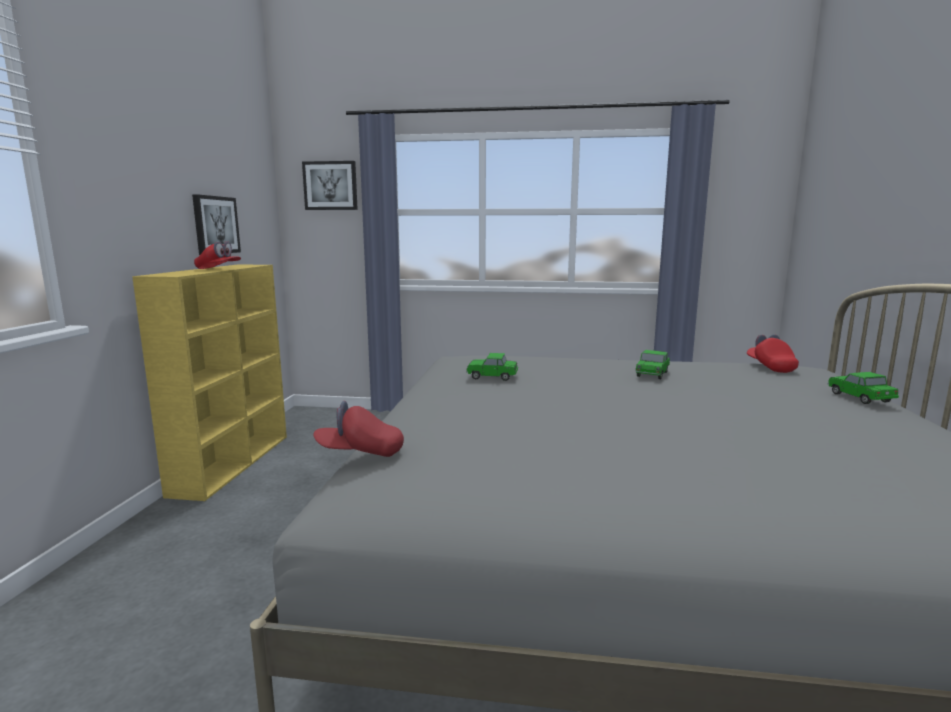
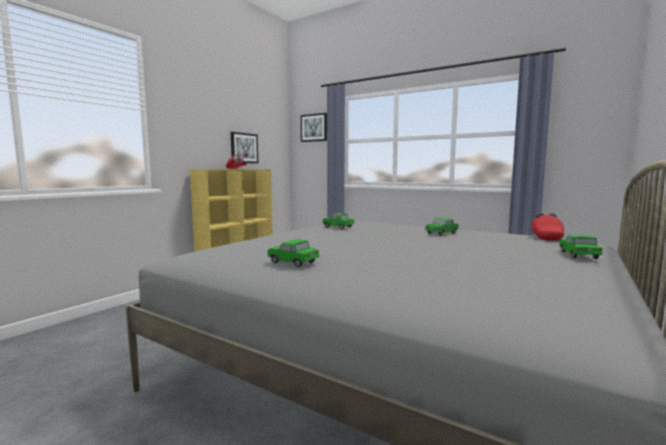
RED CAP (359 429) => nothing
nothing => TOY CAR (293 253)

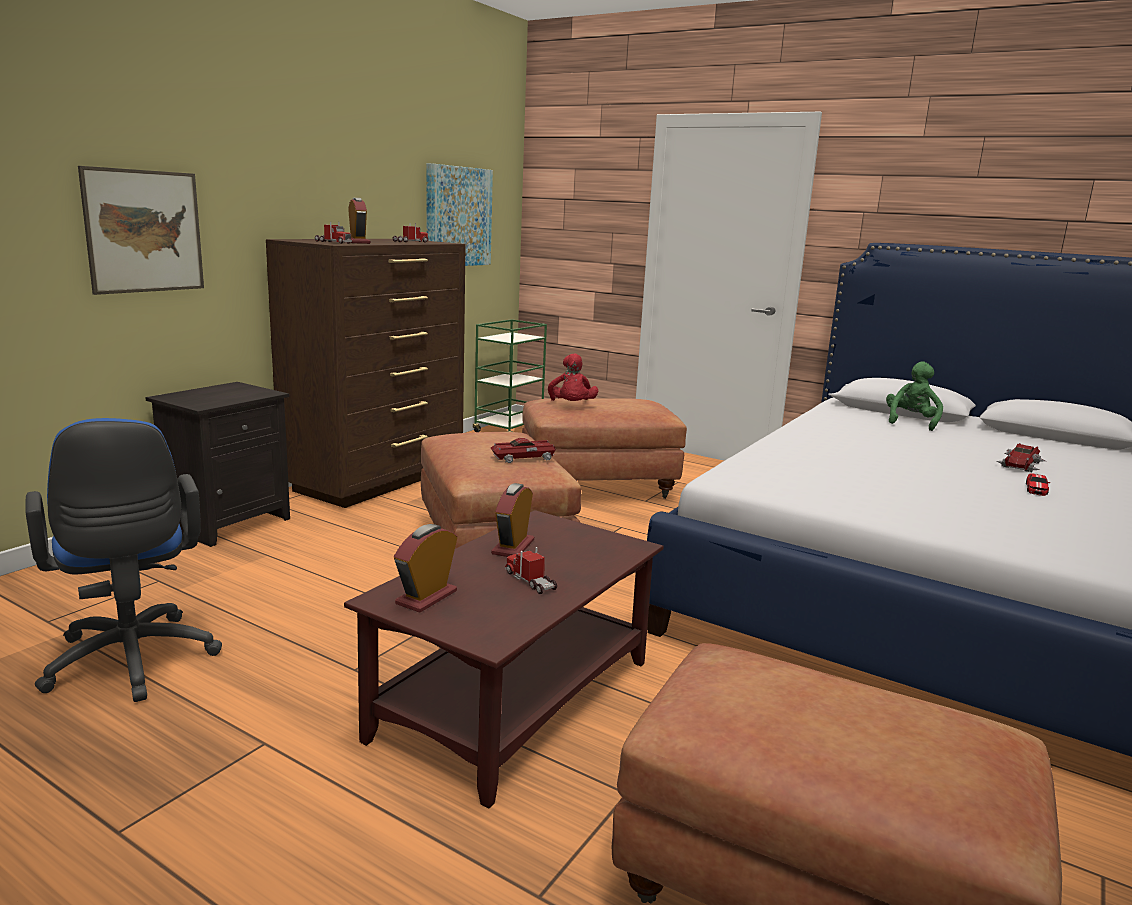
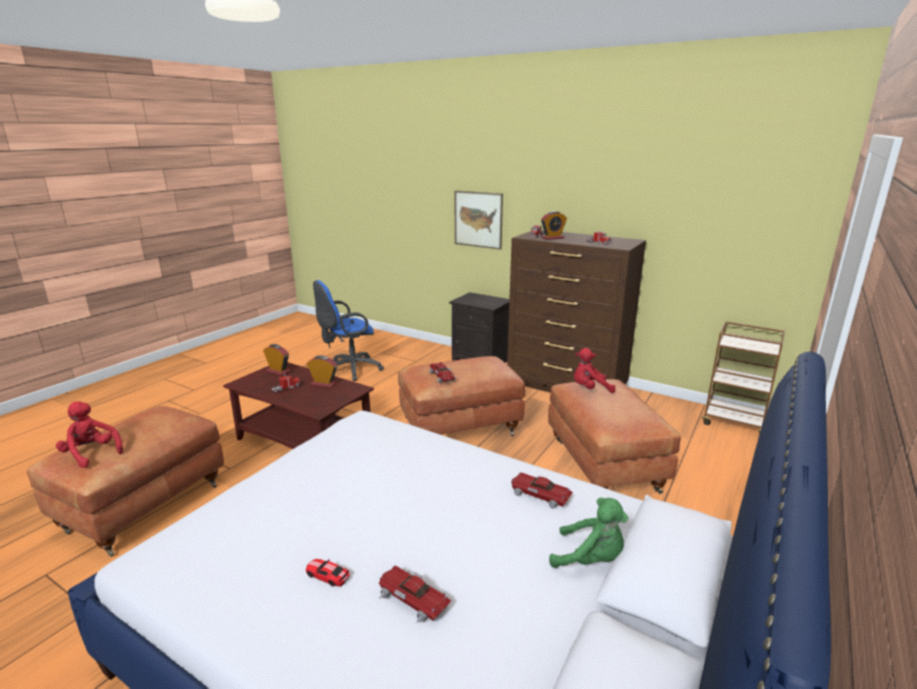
PICTURE (459 214) => nothing
GREEN CART (510 375) => BROWN CART (743 377)
nothing => RED PLUSH TOY (89 435)
nothing => TOY CAR (542 490)

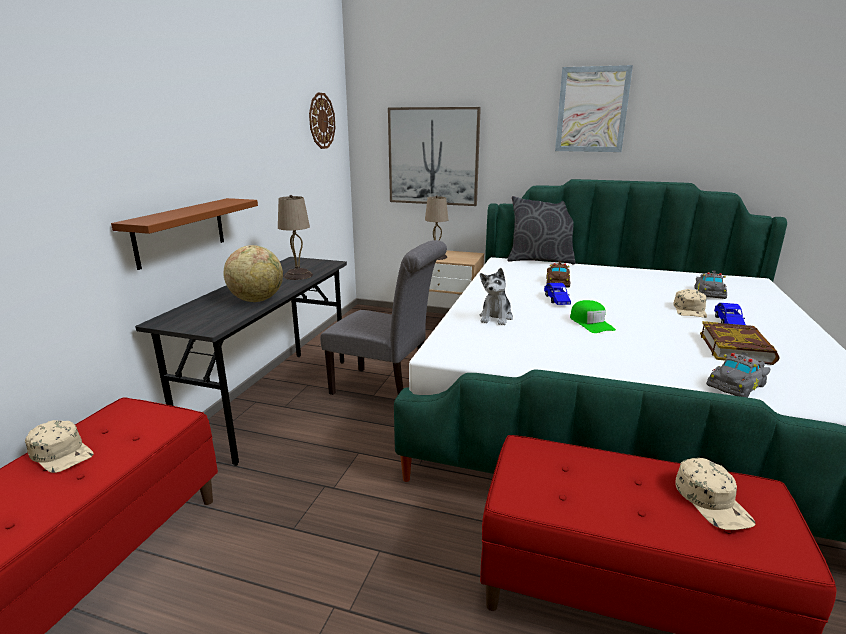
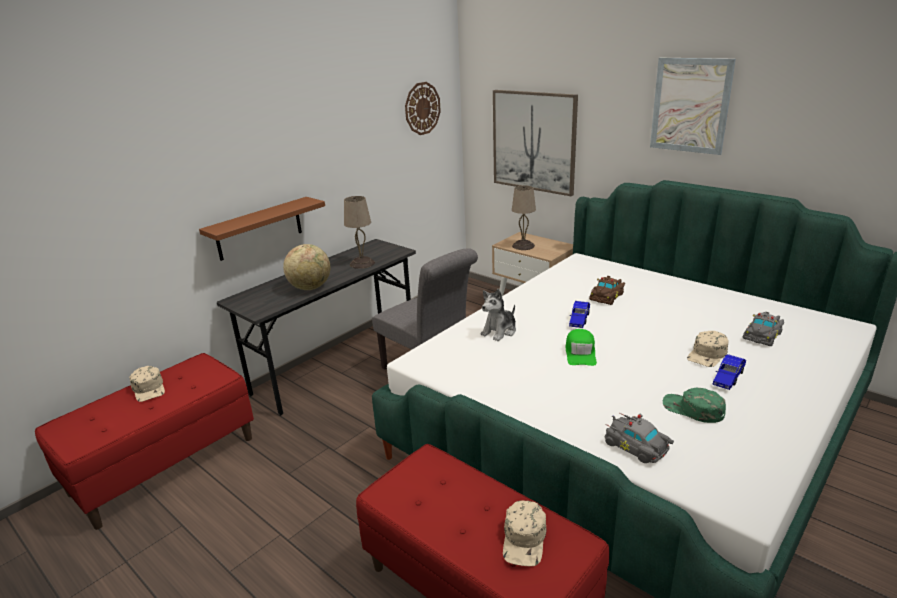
GREY PILLOW (542 230) => nothing
BOOK (740 343) => GREEN CAP (694 405)
GREY TOY CAR (738 375) => GREY TOY CAR (639 438), 60 degrees clockwise

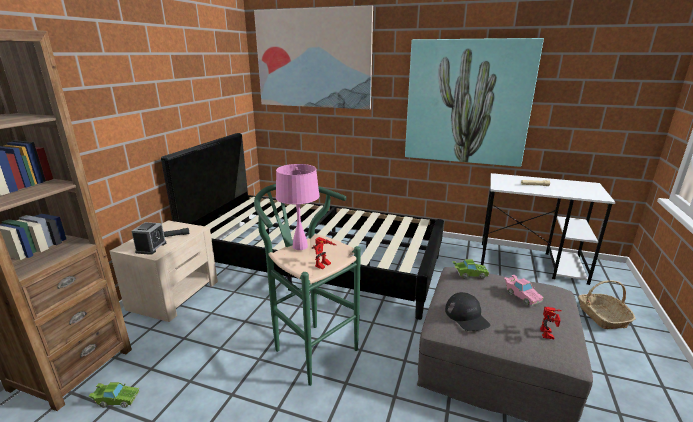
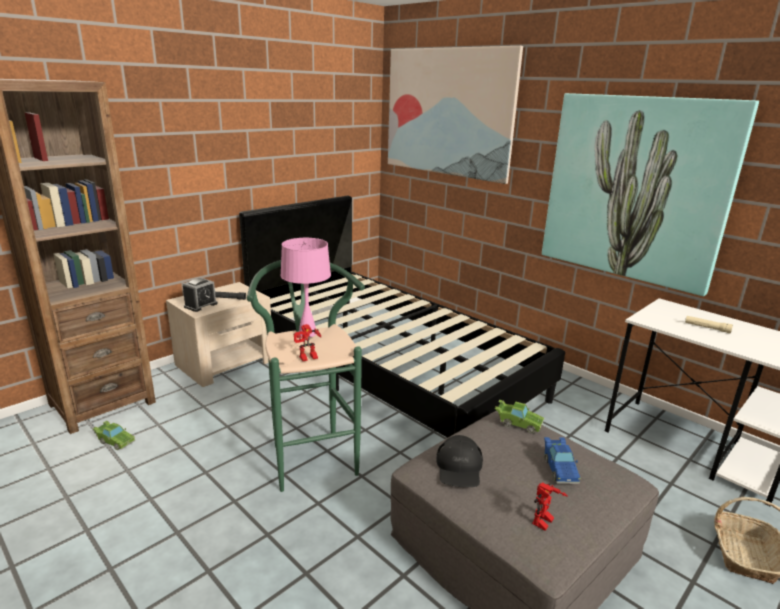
PINK TOY CAR (524 290) => BLUE TOY CAR (562 460)

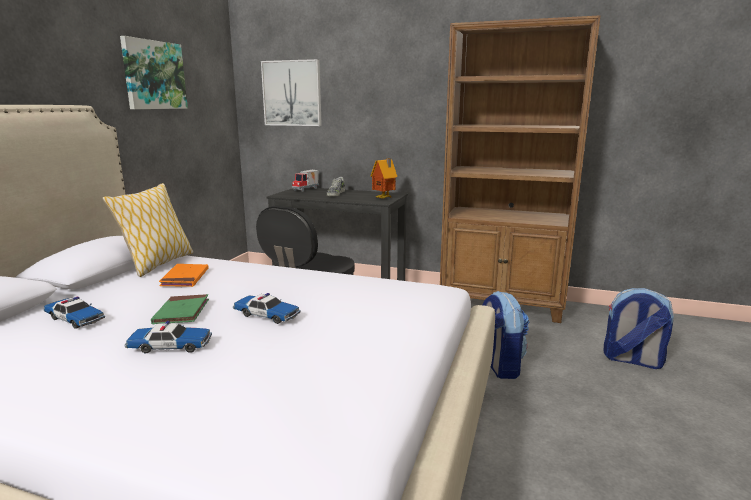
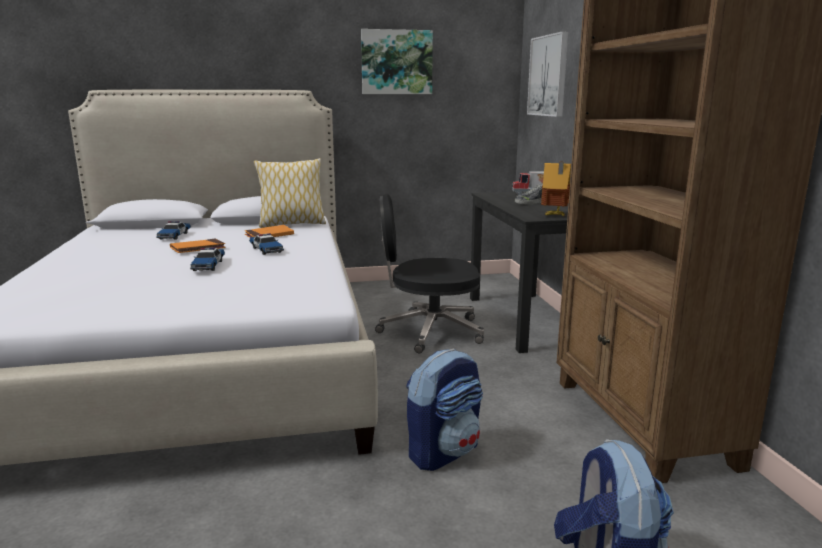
GREEN BOOK (180 309) => ORANGE BOOK (198 245)
TOY CAR (168 337) => TOY CAR (266 244), shifted

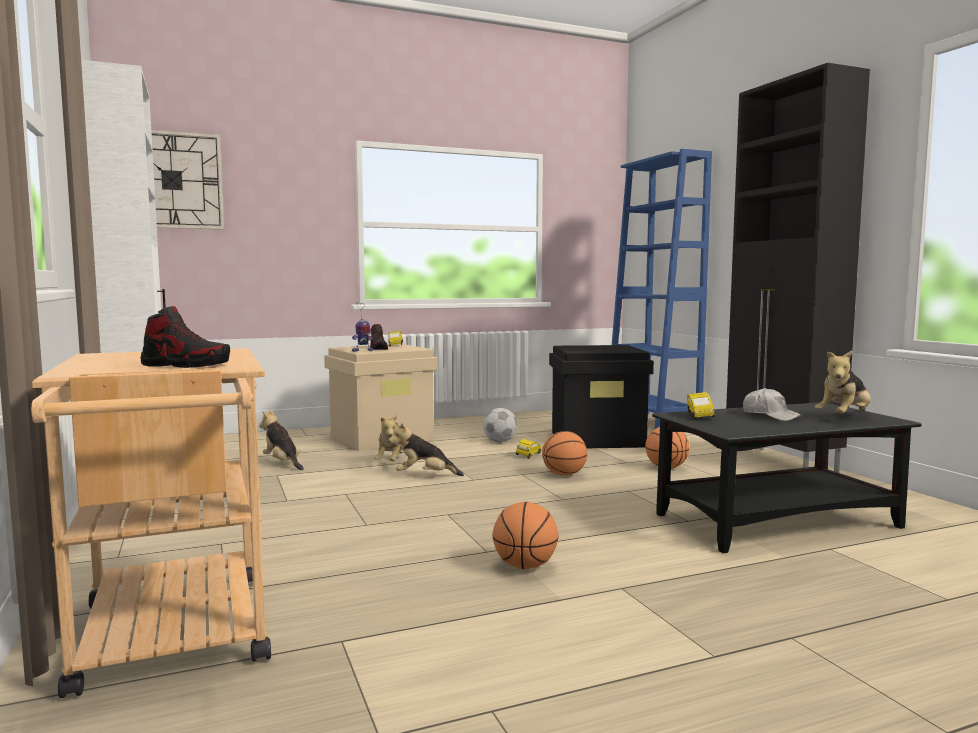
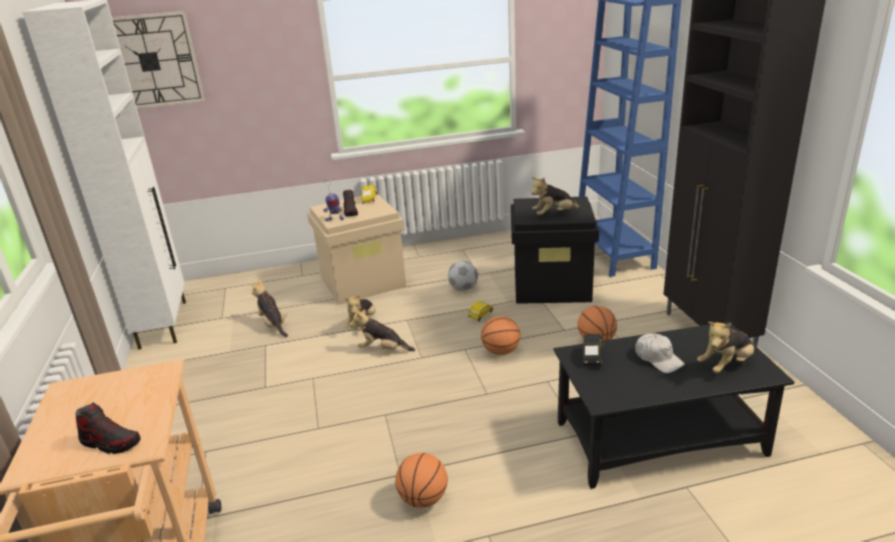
YELLOW TOY CAR (701 405) => BLACK TOY CAR (593 350)
nothing => PLUSH TOY (556 196)

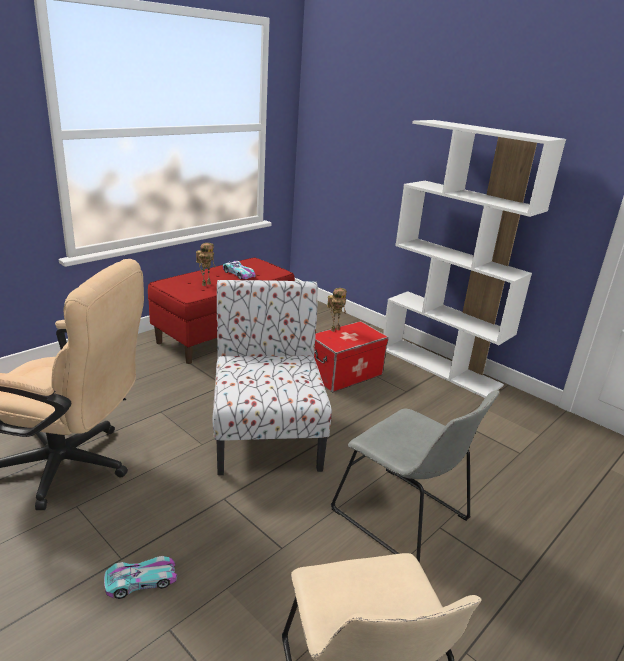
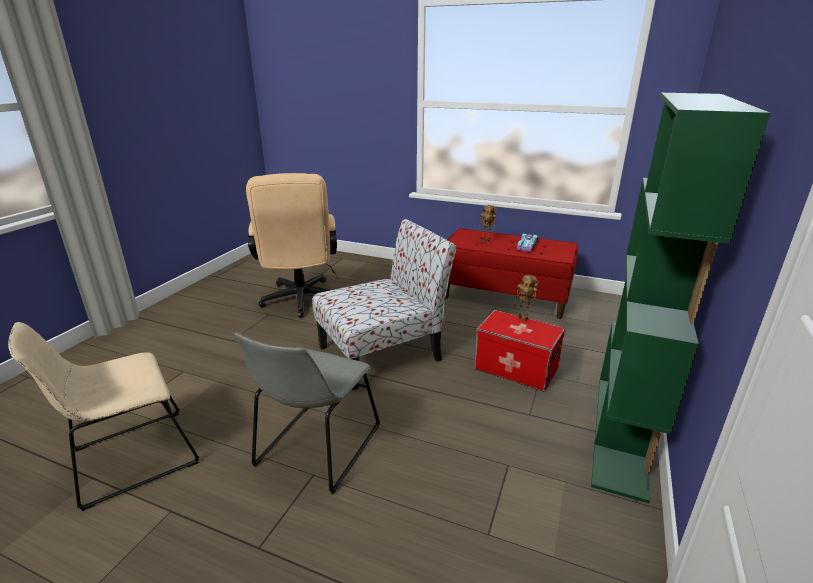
WHITE BOOKCASE (474 259) => GREEN BOOKCASE (680 298)
TOY CAR (140 577) => nothing

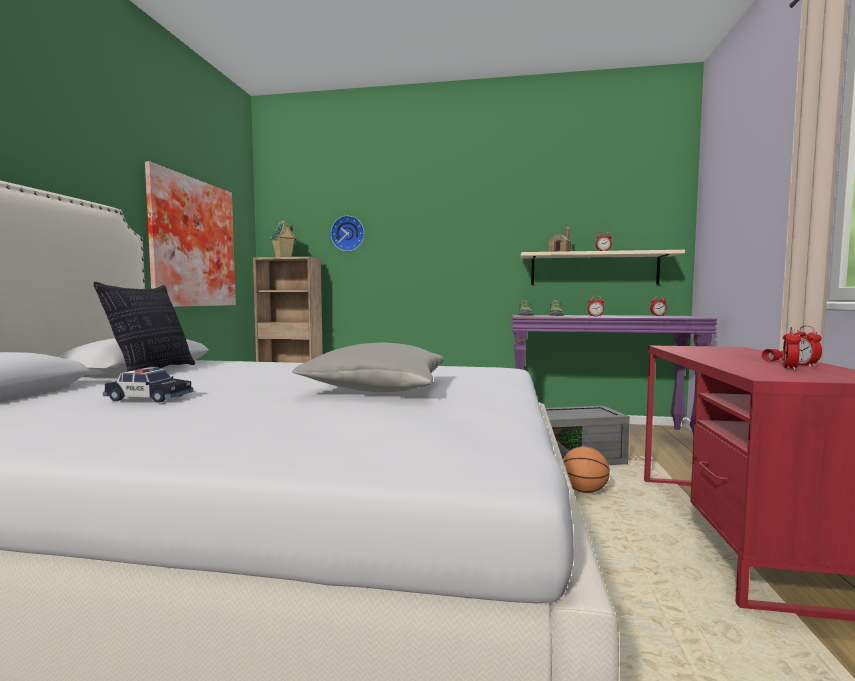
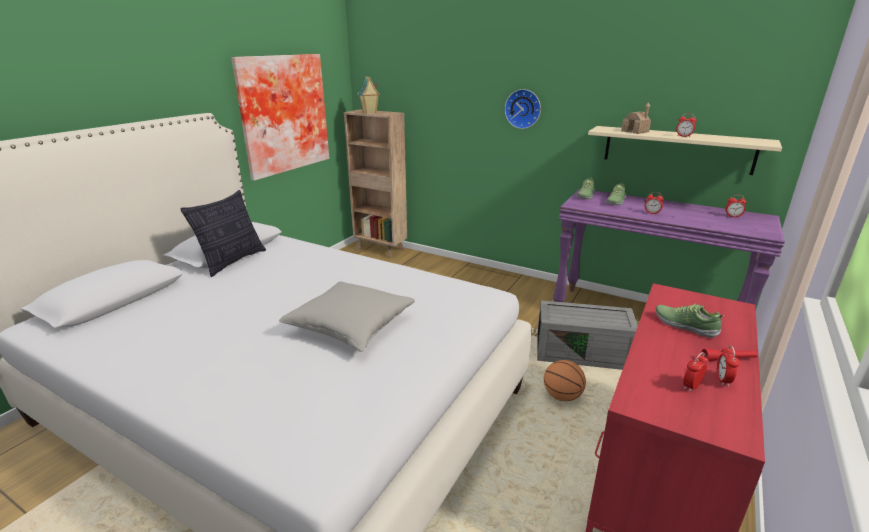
WALL CLOCK (347 233) => WALL CLOCK (523 109), shifted
TOY CAR (148 385) => nothing
nothing => SHOE (690 320)

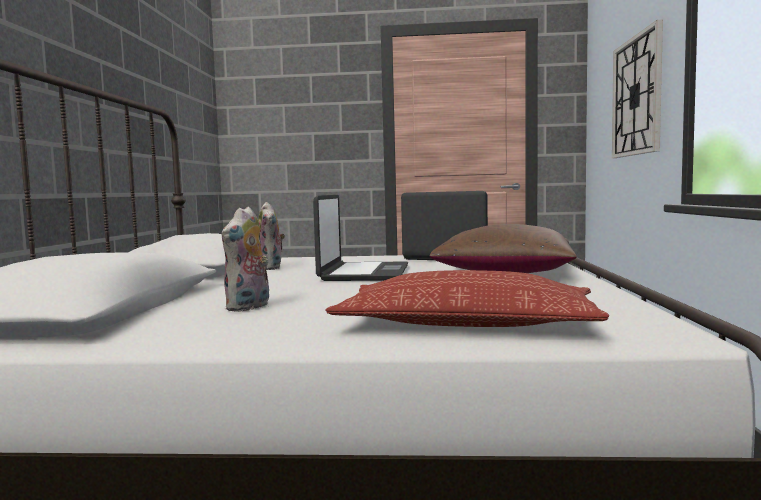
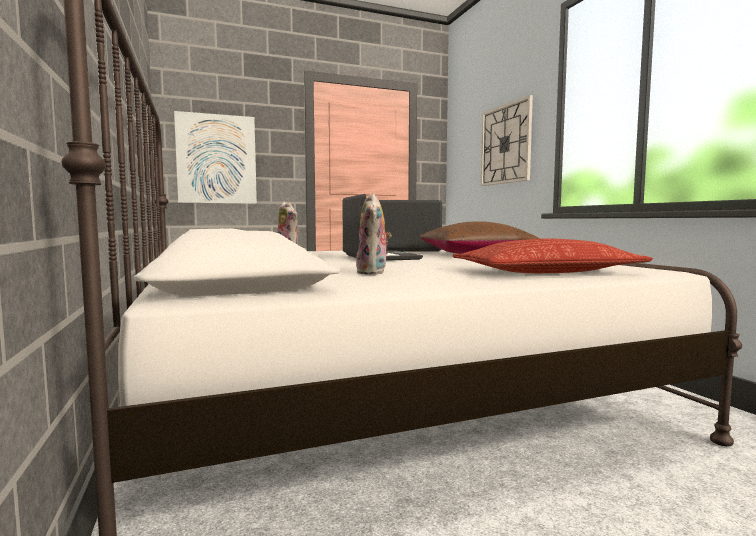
nothing => PICTURE (215 157)

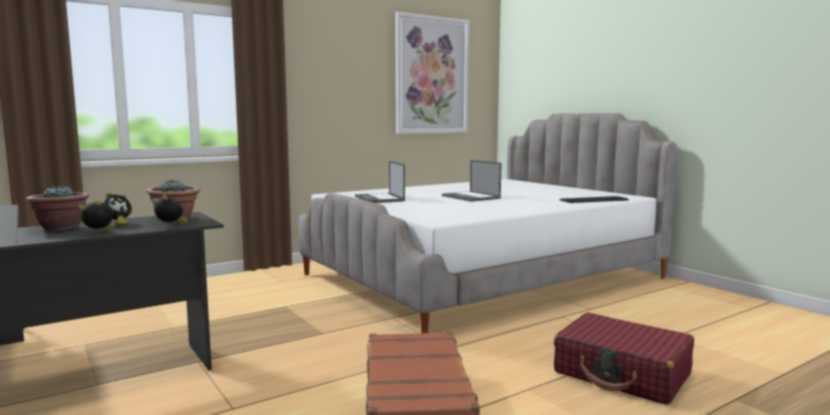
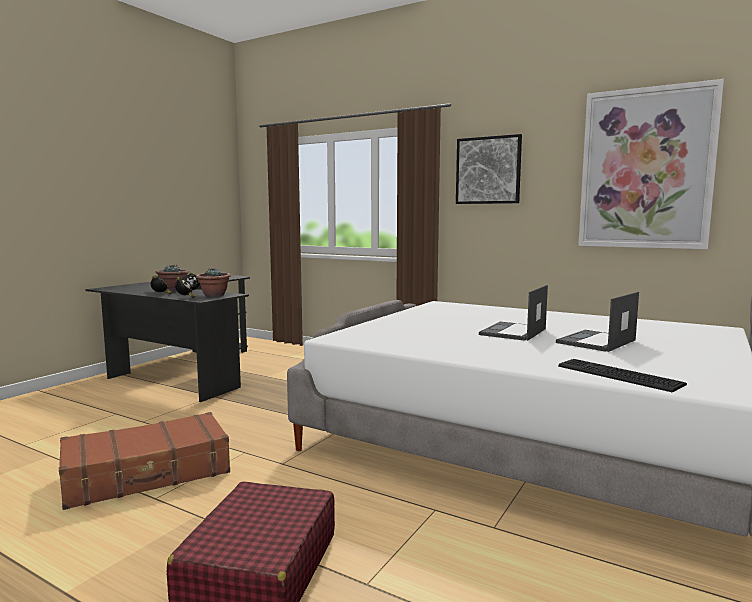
LAPTOP (380 182) => LAPTOP (597 322), shifted
nothing => PICTURE (489 169)

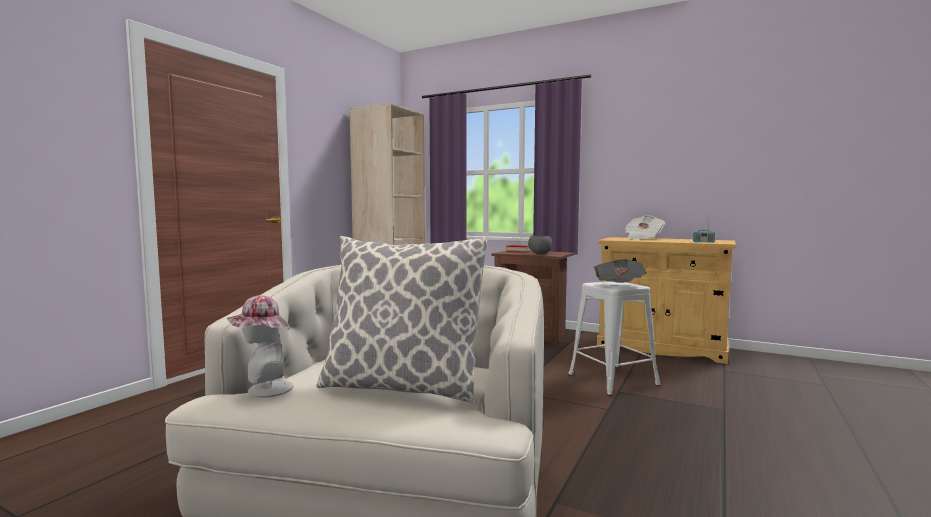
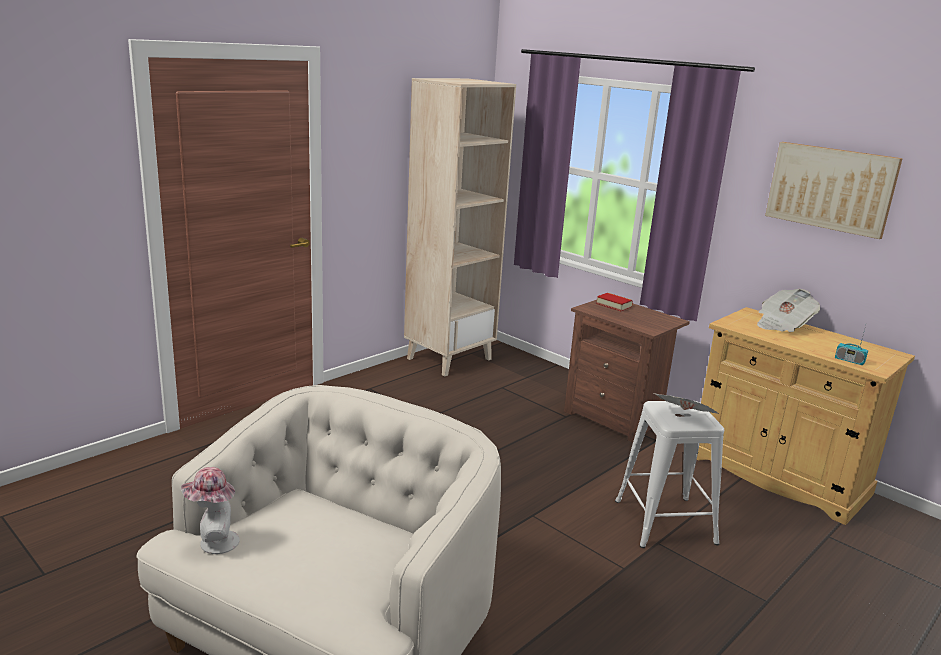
GREY BOWL (540 244) => nothing
PILLOW (402 319) => nothing
nothing => PICTURE (834 190)

